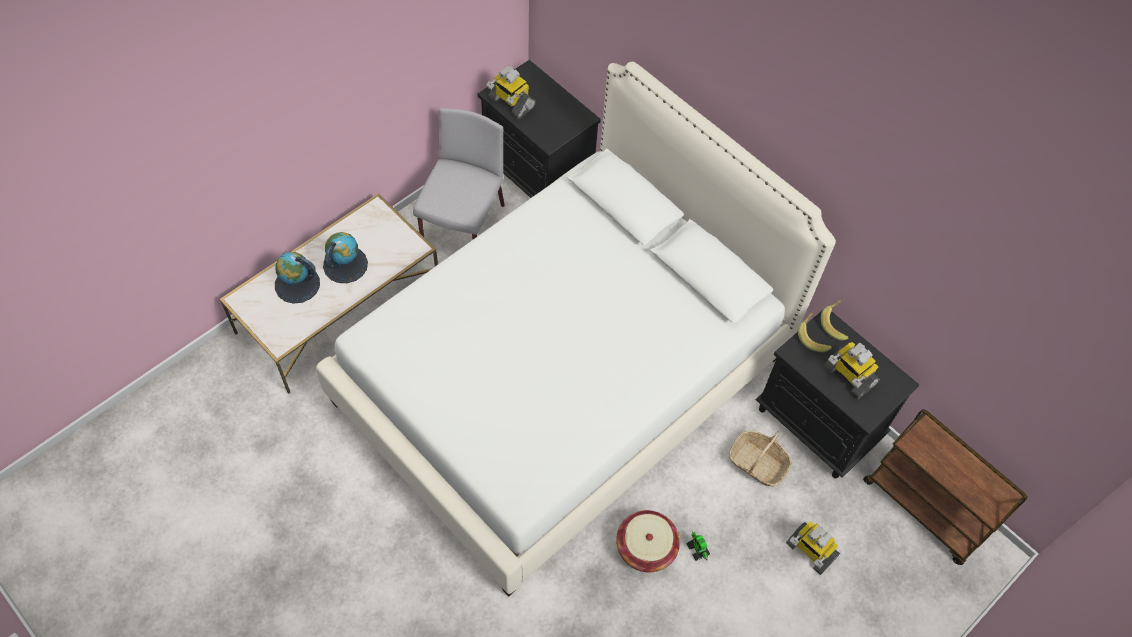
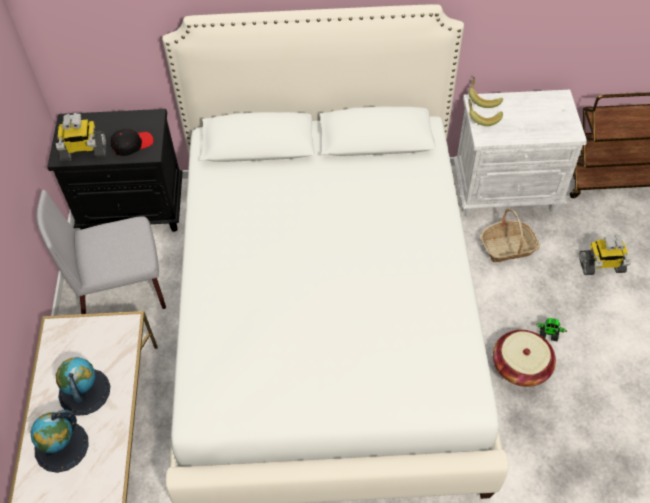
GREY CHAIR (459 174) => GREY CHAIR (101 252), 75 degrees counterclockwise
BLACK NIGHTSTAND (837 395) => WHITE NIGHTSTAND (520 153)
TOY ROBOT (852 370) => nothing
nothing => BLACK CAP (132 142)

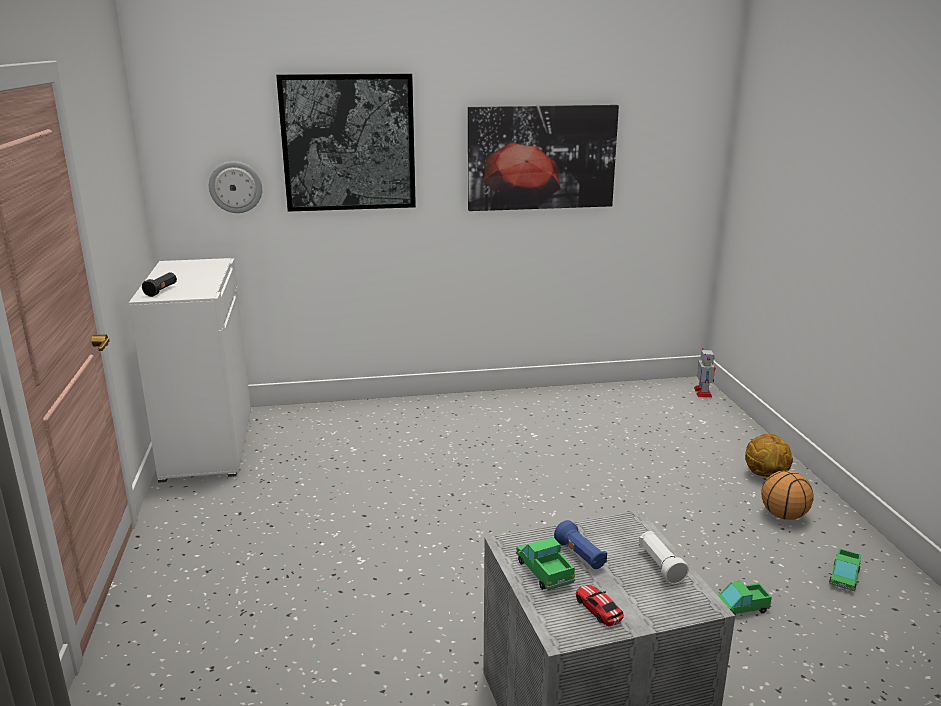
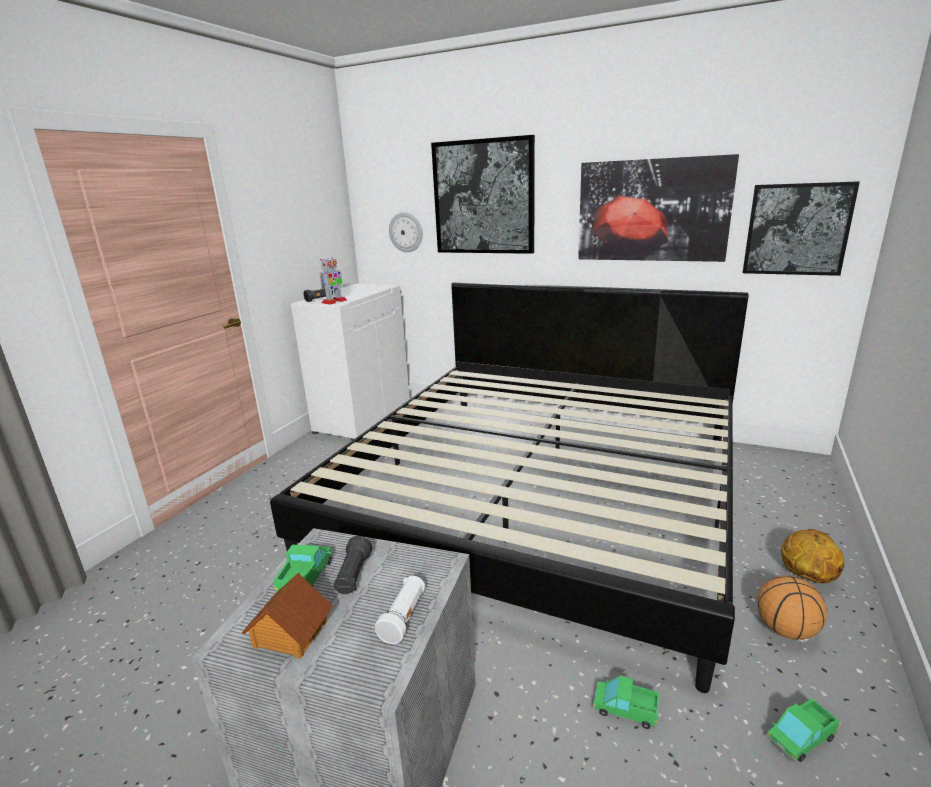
TOY ROBOT (704 373) => TOY ROBOT (333 281), shifted
BLUE FLASHLIGHT (580 544) => BLACK FLASHLIGHT (353 565)
TOY CAR (600 605) => TOY HOUSE (287 615)
nothing => PICTURE (801 228)
nothing => BED (509 487)

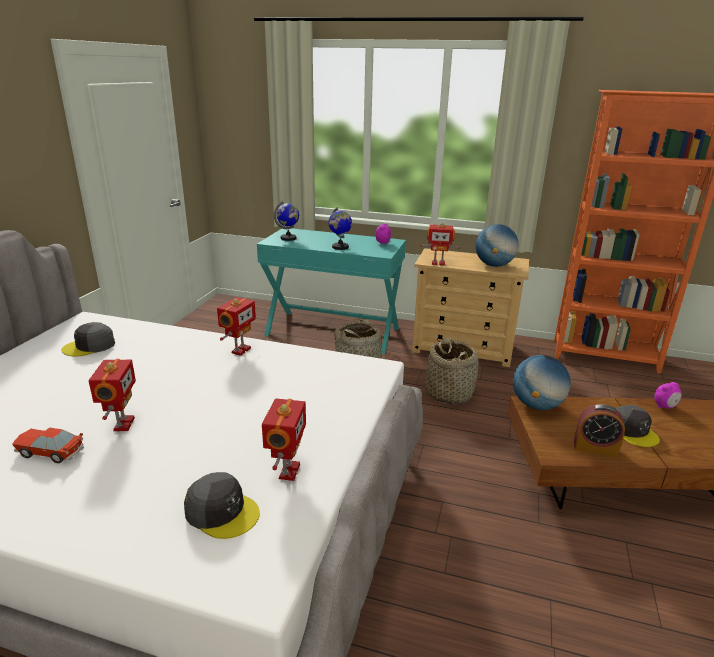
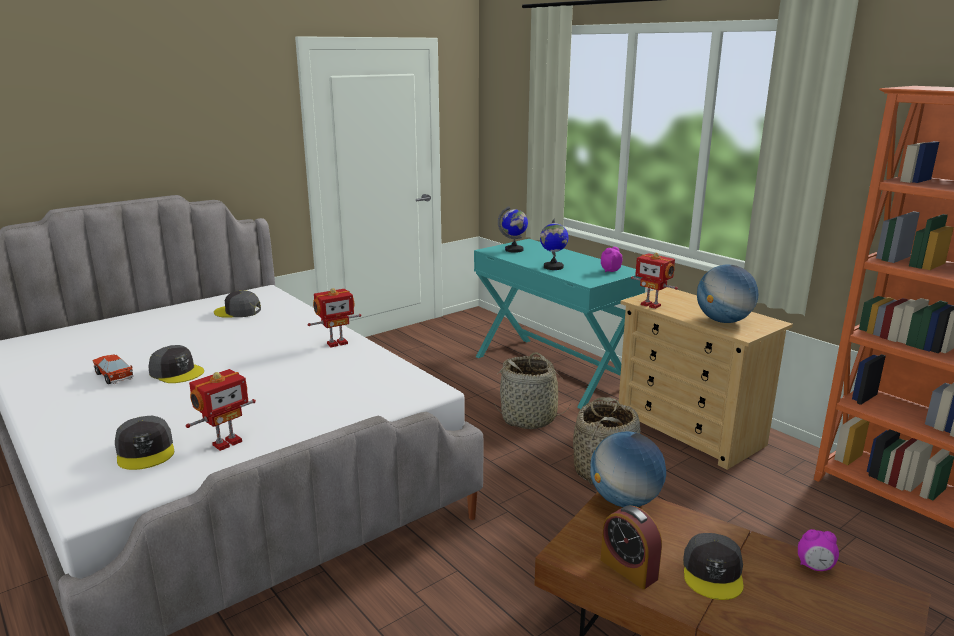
TOY ROBOT (112 395) => GREY CAP (176 364)

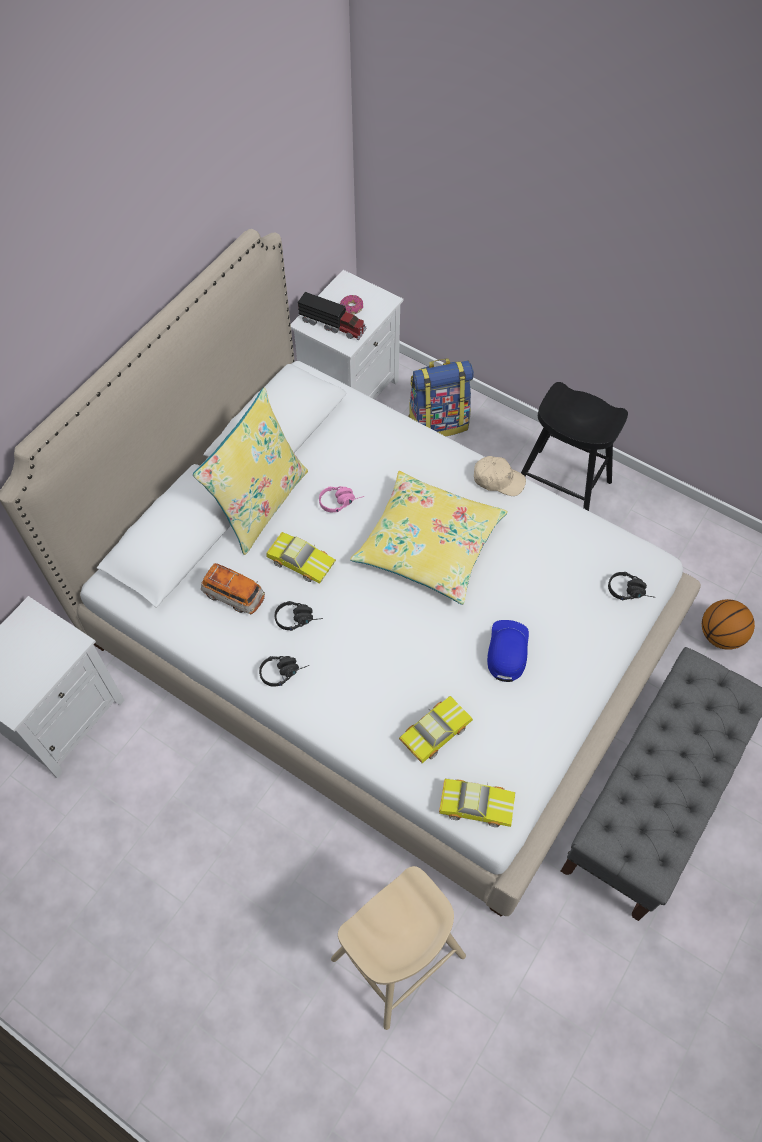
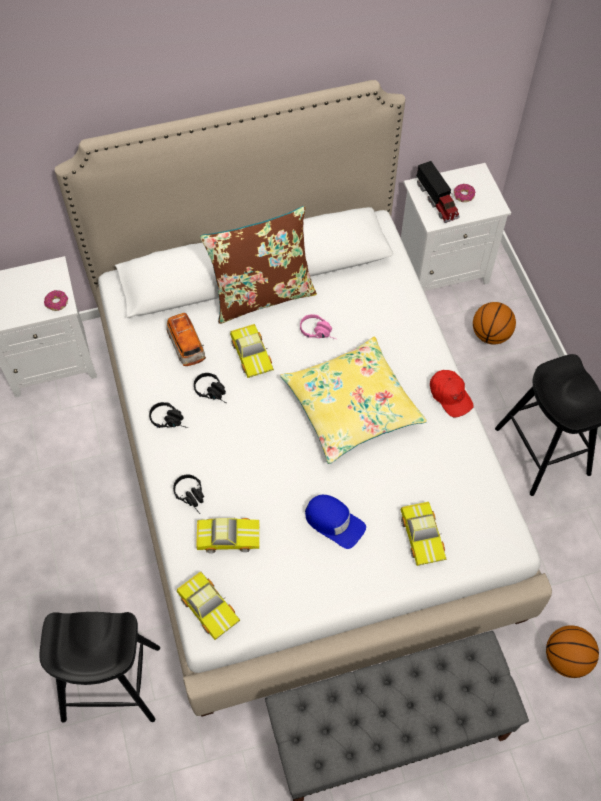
BACKPACK (441 397) => BASKETBALL (494 323)
YELLOW PILLOW (250 471) => BROWN PILLOW (258 265)
BEIGE CAP (500 476) => RED CAP (452 394)
BLACK HEADPHONES (631 586) => BLACK HEADPHONES (188 494), shifted
BLUE CAP (508 651) => BLUE CAP (335 522), 75 degrees clockwise
BEIGE STOOL (398 948) => BLACK STOOL (100 667)
nothing => DONUT (56 300)
nothing => TOY CAR (423 534)

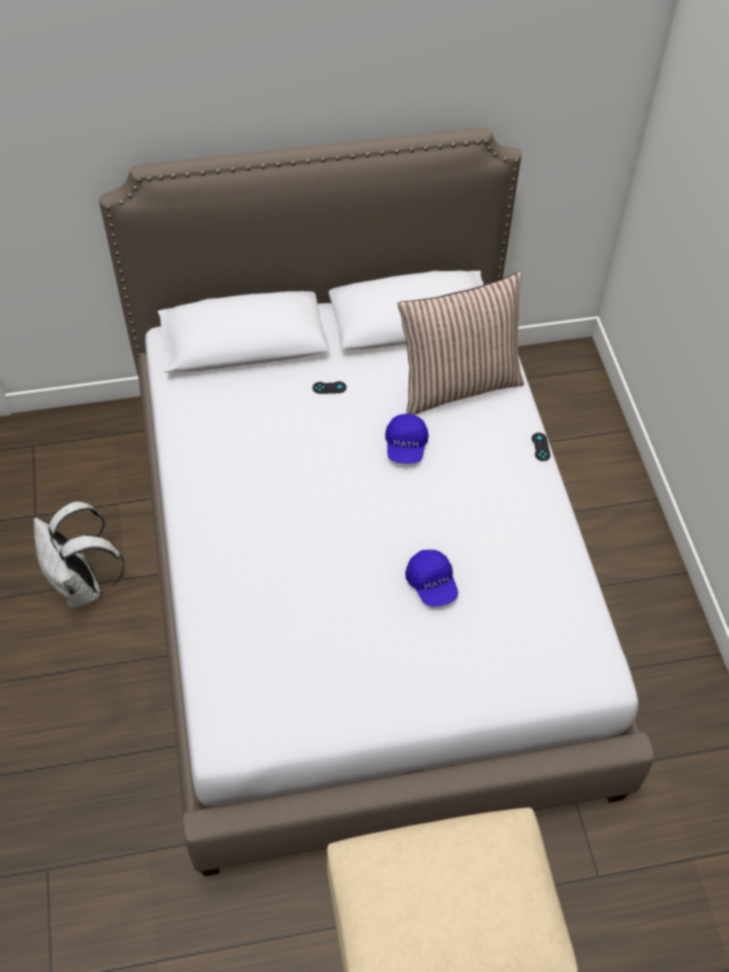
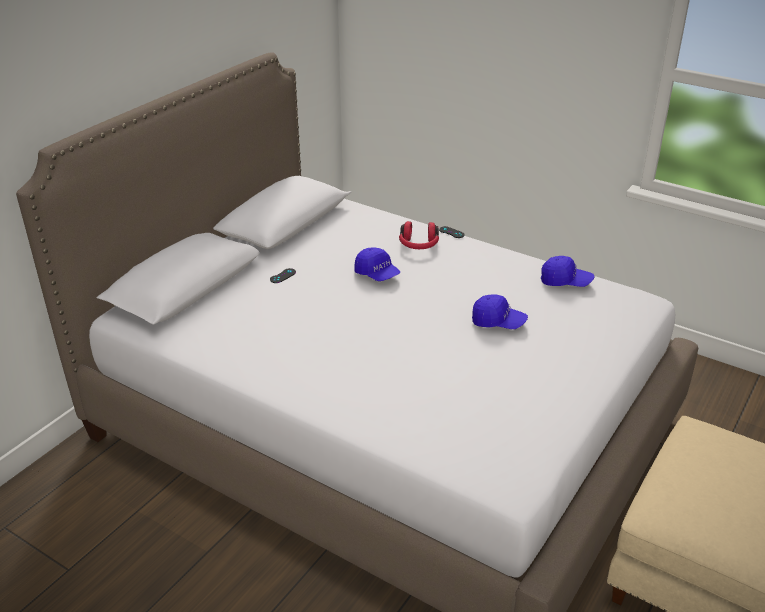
PILLOW (460 343) => nothing
WHITE BACKPACK (79 554) => nothing
nothing => RED HEADPHONES (419 235)
nothing => BLUE CAP (567 271)

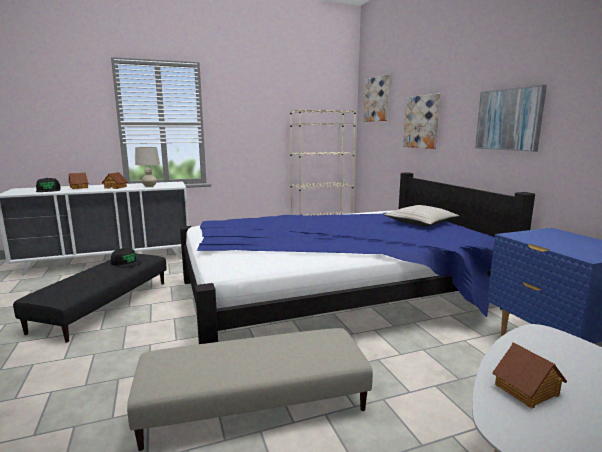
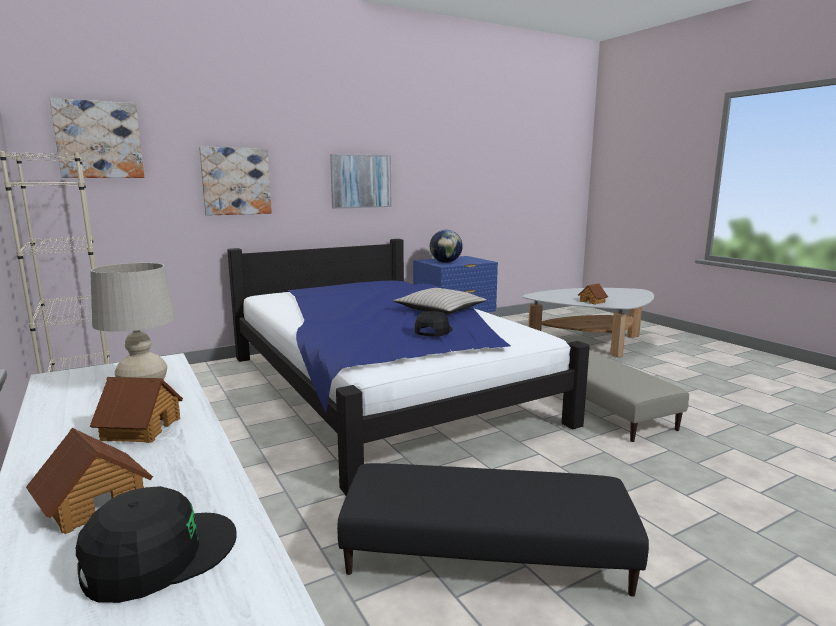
BEIGE PILLOW (421 216) => BEIGE PILLOW (440 301), shifted
BLACK CAP (126 258) => BLACK CAP (434 324), shifted
nothing => GLOBE (446 246)

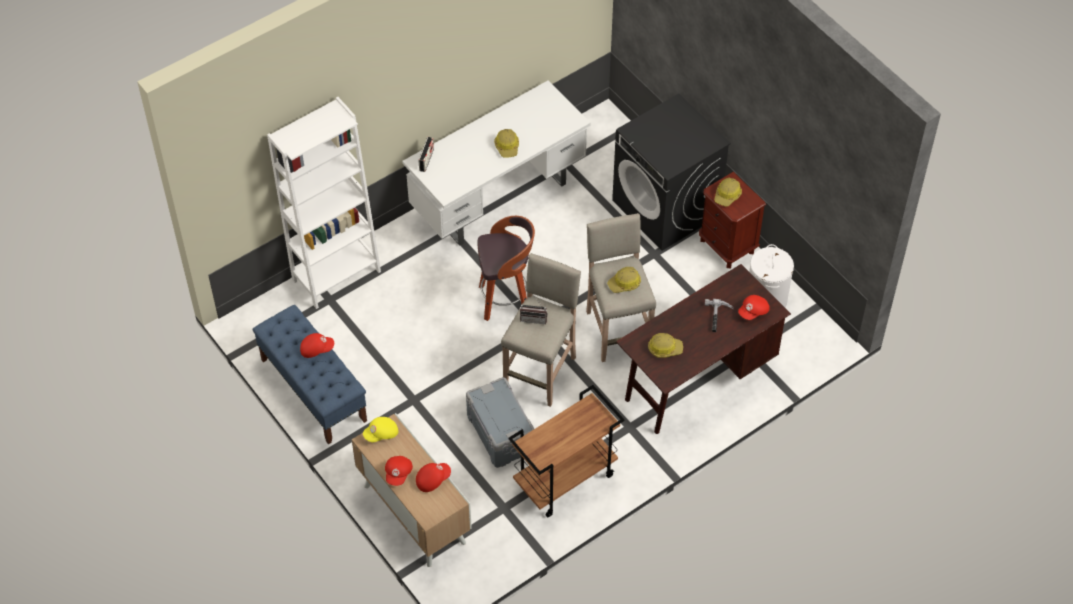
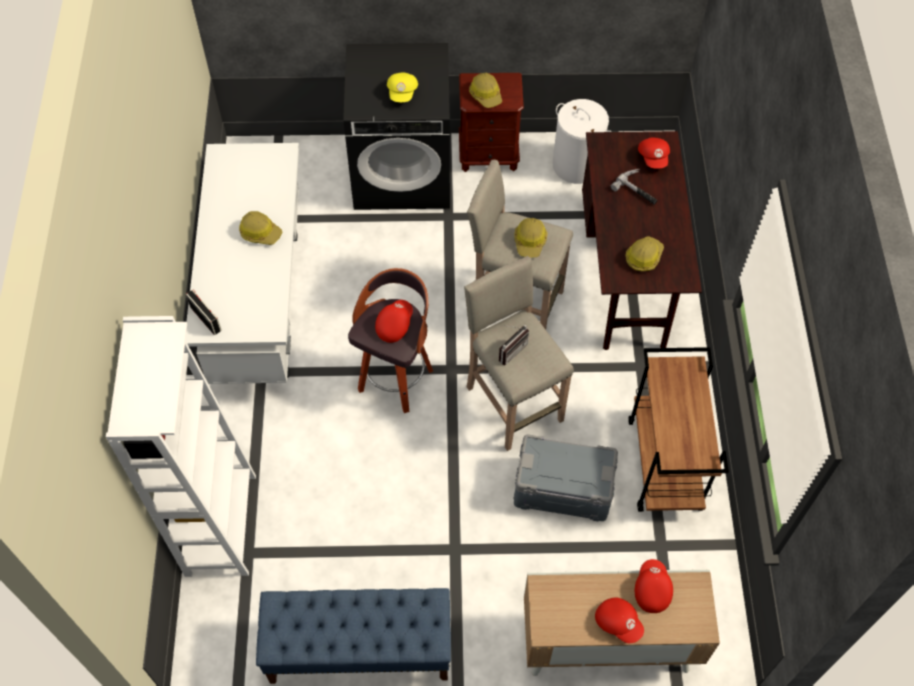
RED CAP (317 345) => RED CAP (394 321), shifted
YELLOW CAP (380 429) => YELLOW CAP (402 87), shifted

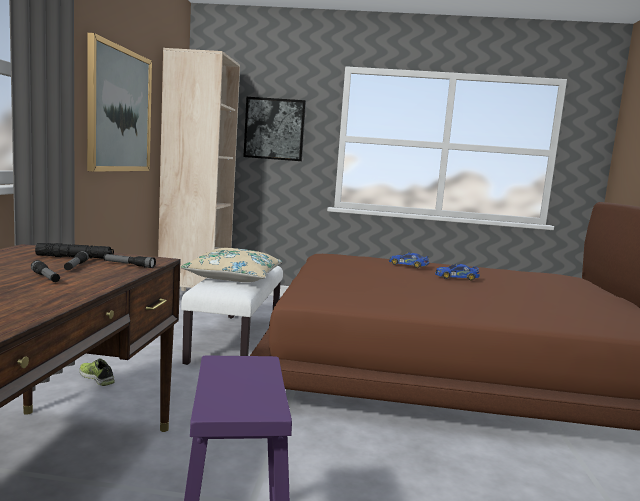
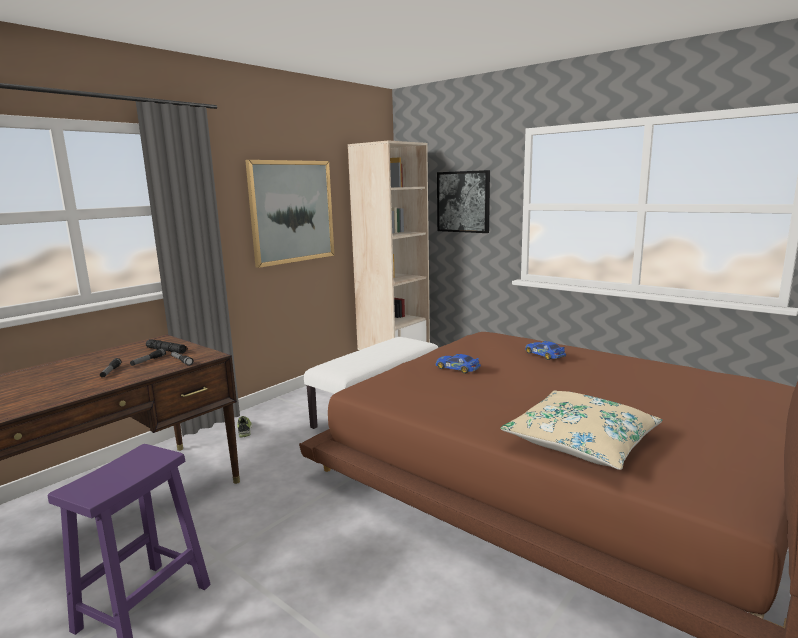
BEIGE PILLOW (231 265) => BEIGE PILLOW (582 430), shifted
TOY CAR (457 272) => TOY CAR (458 364), shifted

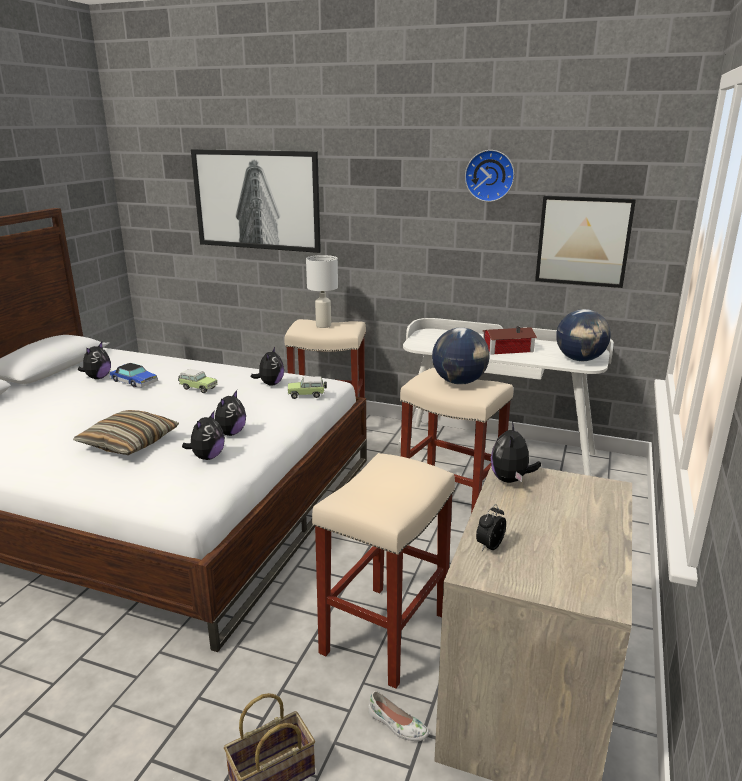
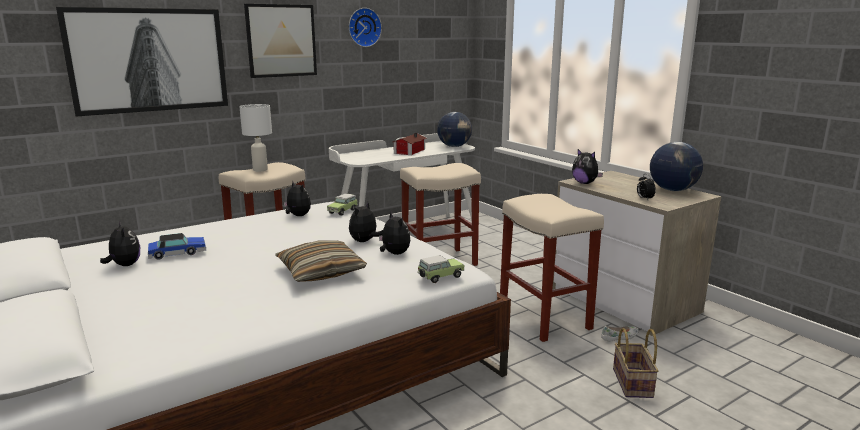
PICTURE (585 242) => PICTURE (280 41), shifted
GLOBE (461 356) => GLOBE (676 166), shifted
TOY CAR (198 381) => TOY CAR (441 269), shifted
PLUSH TOY (230 413) => PLUSH TOY (366 222), 120 degrees counterclockwise

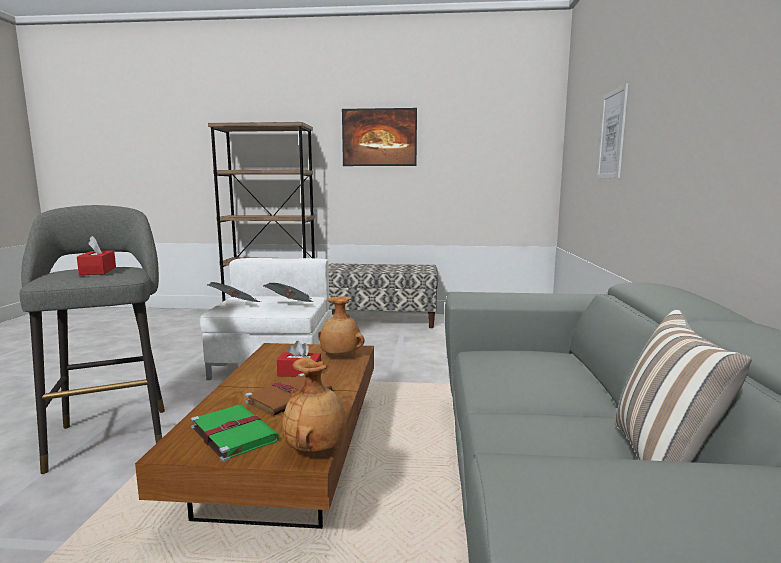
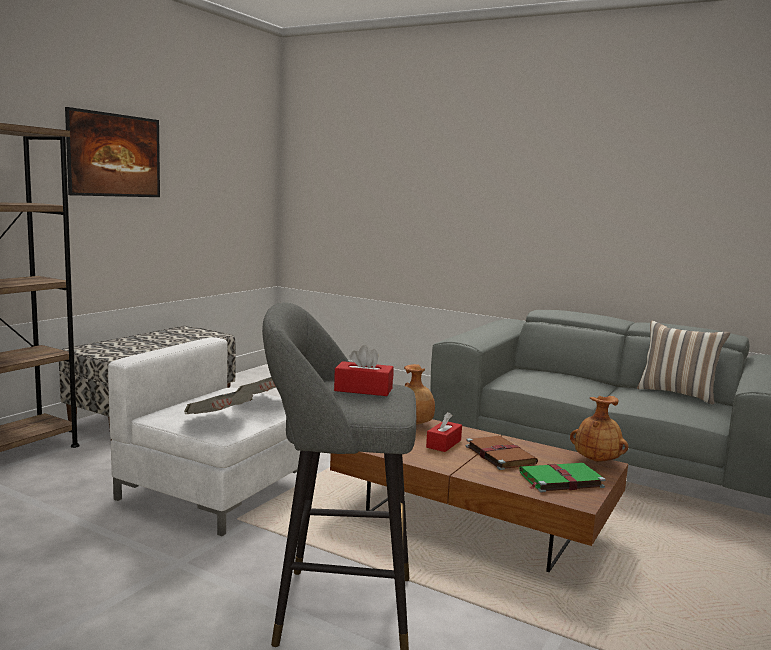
PICTURE (612 131) => nothing

